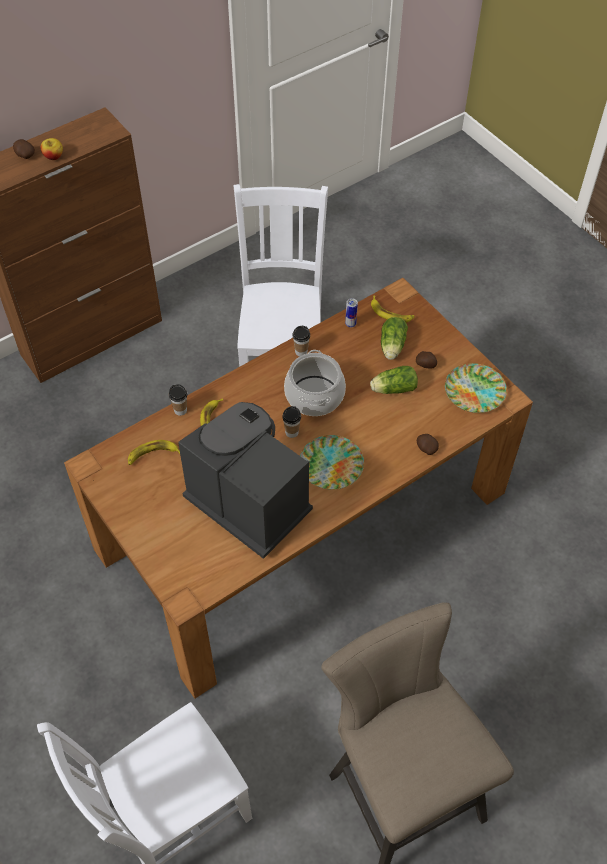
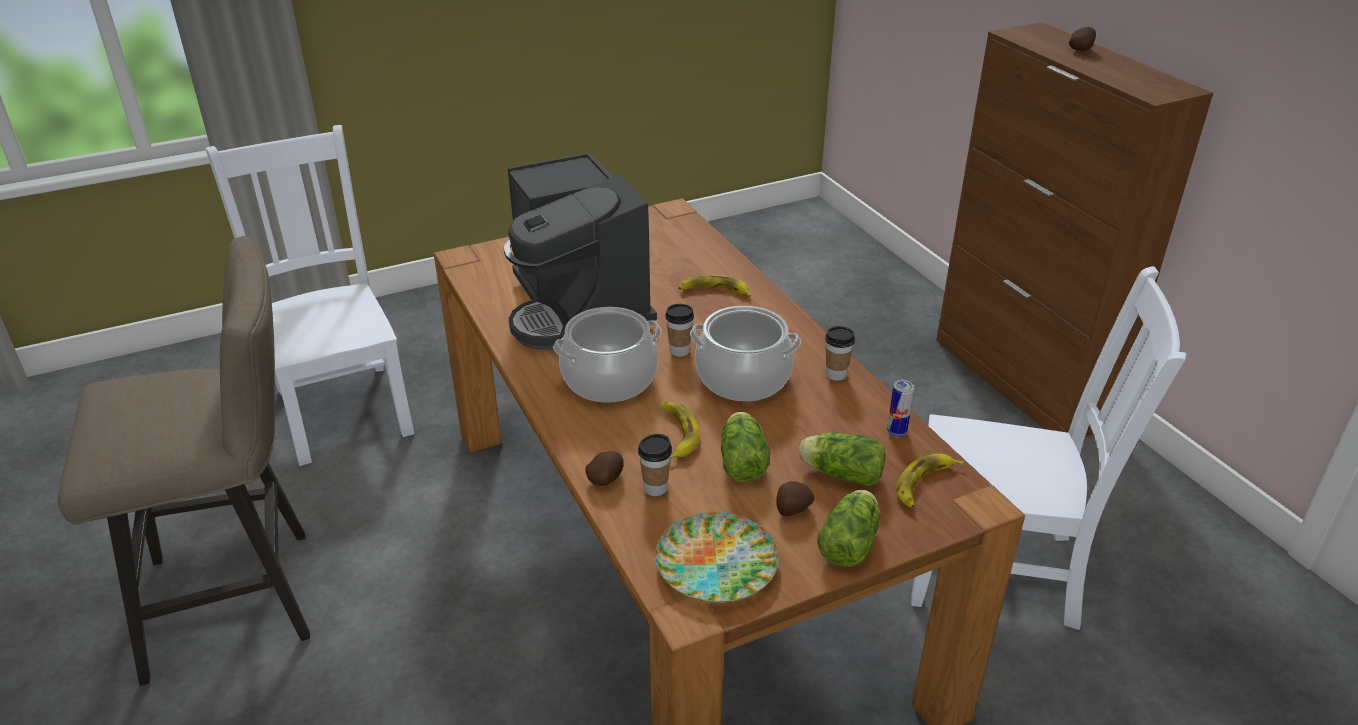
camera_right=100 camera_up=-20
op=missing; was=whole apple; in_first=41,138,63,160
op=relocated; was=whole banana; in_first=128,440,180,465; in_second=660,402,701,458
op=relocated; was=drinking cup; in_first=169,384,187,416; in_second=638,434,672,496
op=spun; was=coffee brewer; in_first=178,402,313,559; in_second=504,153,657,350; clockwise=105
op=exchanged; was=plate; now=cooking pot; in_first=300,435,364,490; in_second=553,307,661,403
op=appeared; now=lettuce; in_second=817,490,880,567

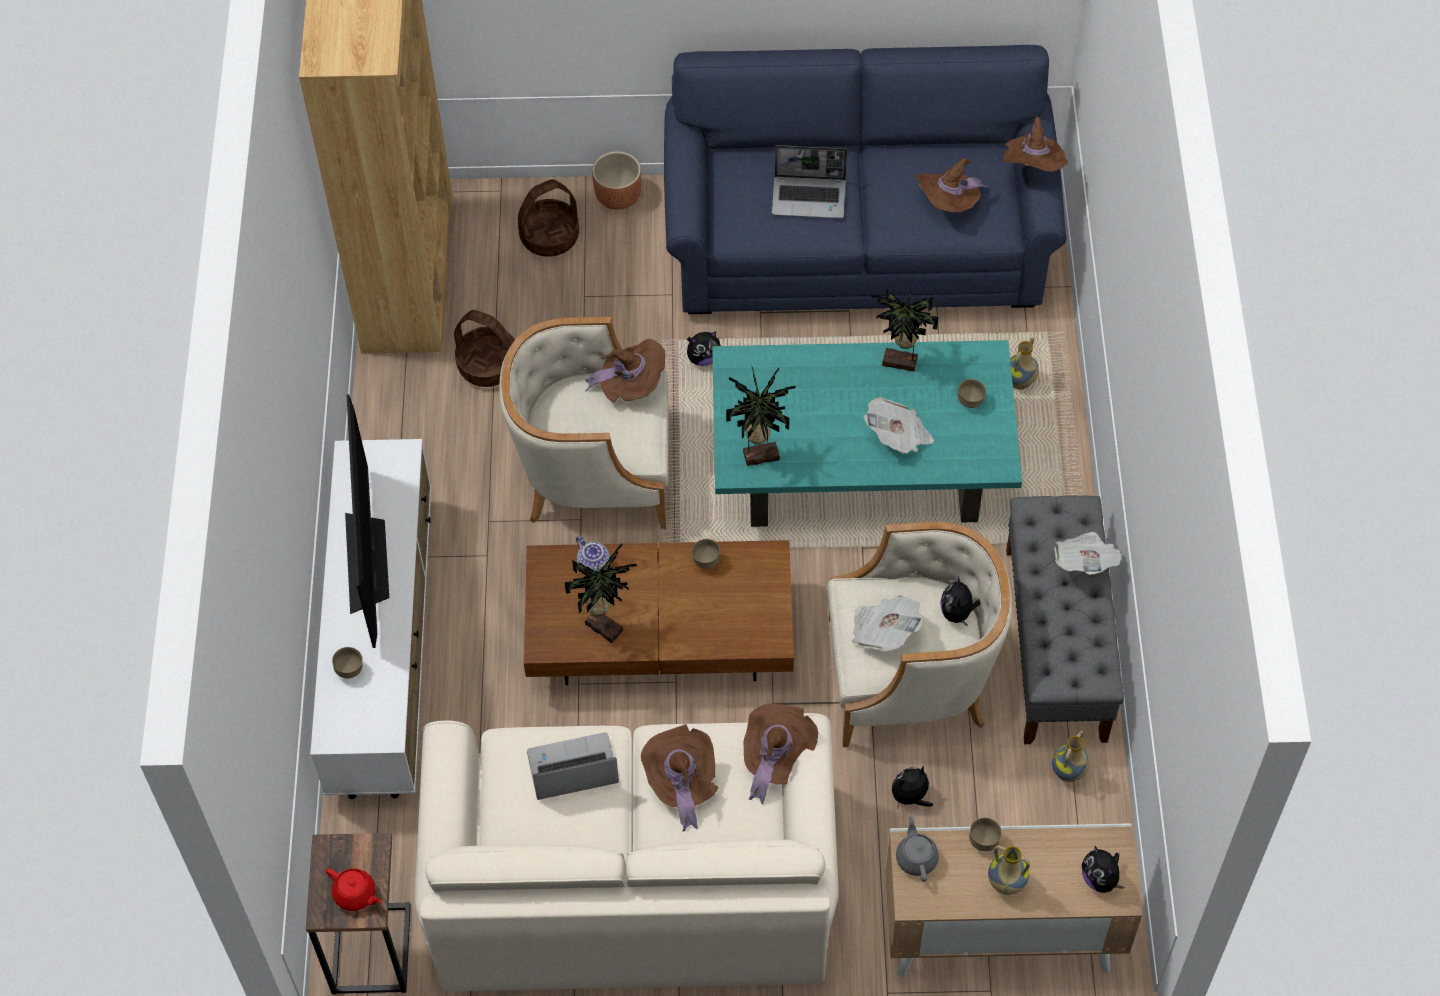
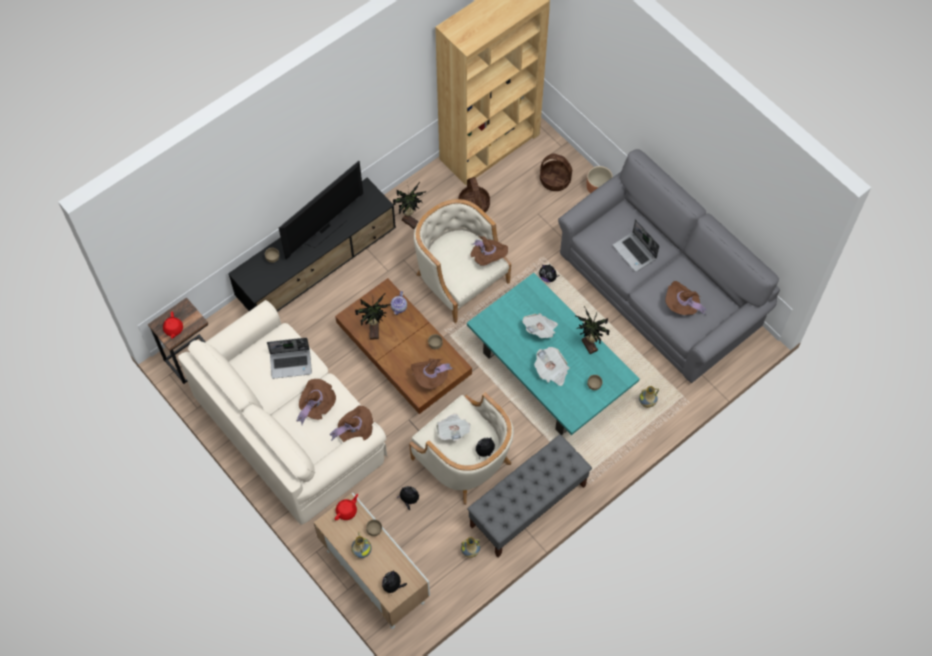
camera_right=50 camera_up=5
op=colour; was=white-coloured tv unit; now=black-coloured tv unit; in_first=310,439,431,799; in_second=228,178,396,312
op=spun; was=portable computer; in_first=527,732,619,800; in_second=267,338,312,379; clockwise=135
op=colour; was=blue couch; now=grey couch; in_first=664,45,1067,314; in_second=558,149,780,383
op=relocated; was=plant in a pot; in_first=726,364,795,466; in_second=393,181,426,229
op=colour; was=grey pot for tea; now=red pot for tea; in_first=896,815,939,882; in_second=334,494,358,520
op=relocated; was=brown clothing hat; in_first=1003,115,1068,172; in_second=411,359,454,389
op=relocated; was=printed paper; in_first=1054,532,1122,575; in_second=523,313,558,338

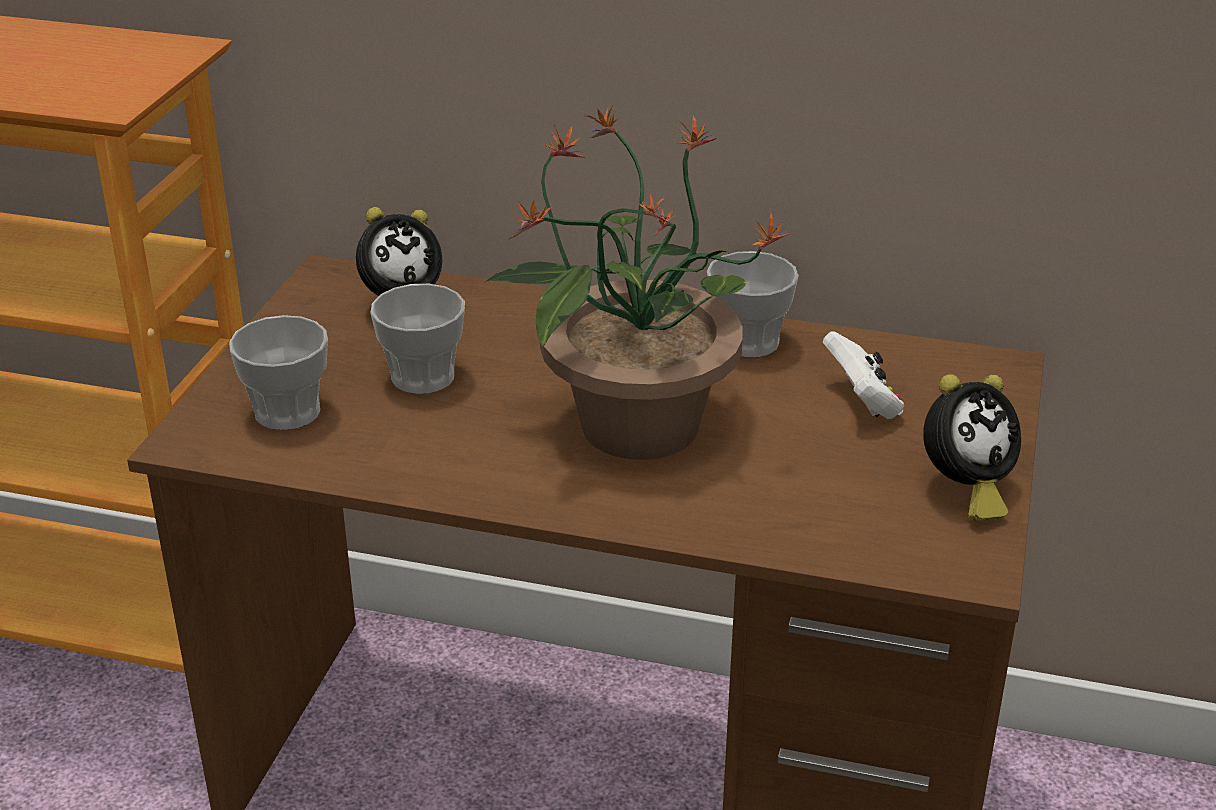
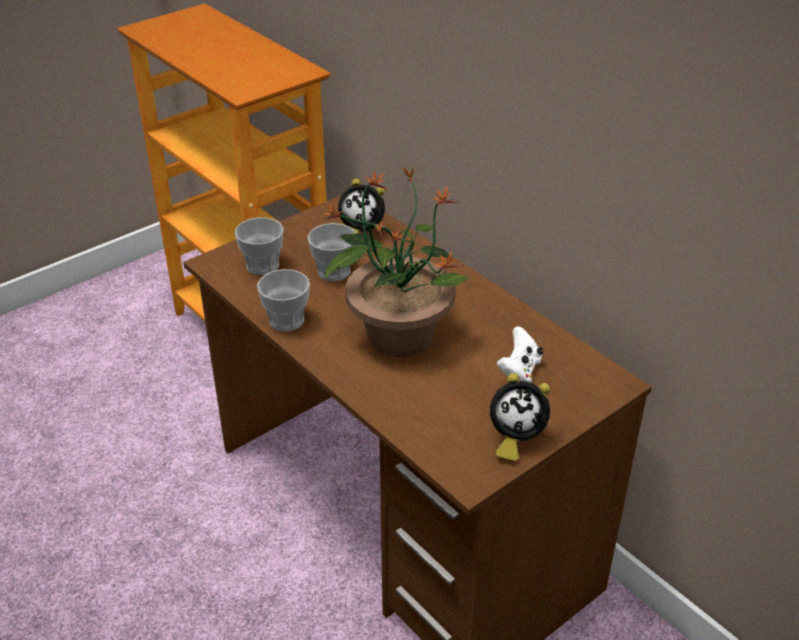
camera_right=35 camera_up=5
op=relocated; was=drinking cup; in_first=707,251,799,358; in_second=257,269,310,332

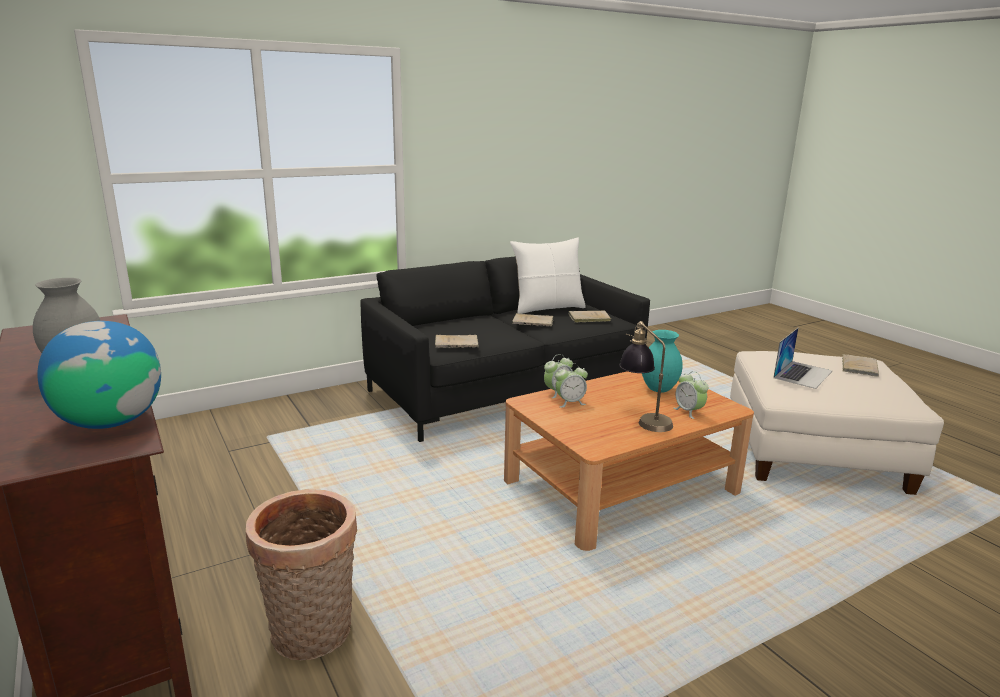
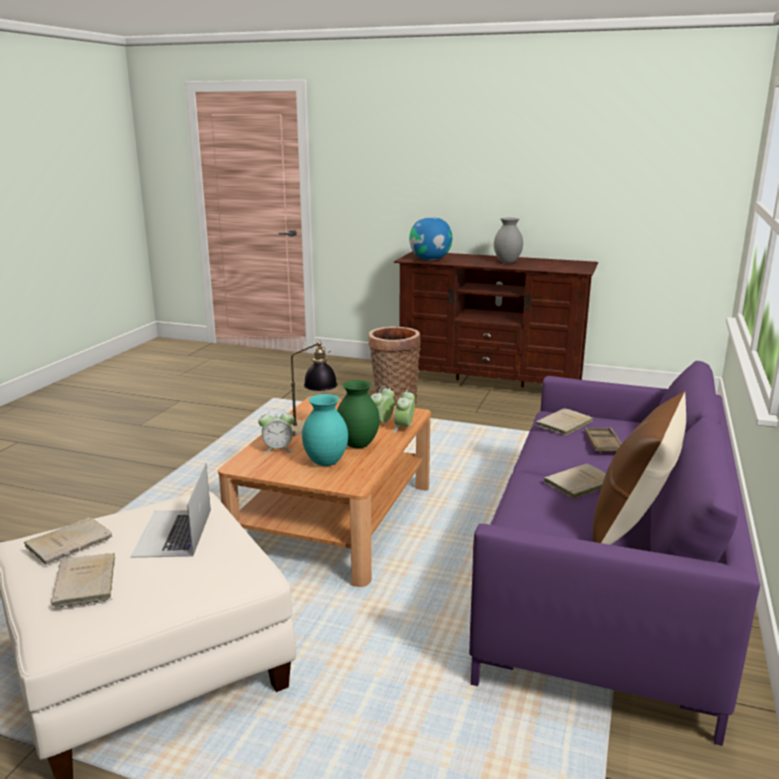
camera_right=140 camera_up=0
op=colour; was=black-coloured couch; now=purplish couch; in_first=360,257,650,442; in_second=469,361,760,746
op=colour; was=white-coloured cushion; now=brown cushion; in_first=510,238,586,314; in_second=593,391,686,545
op=relocated; was=beige-coloured bound book; in_first=569,311,611,323; in_second=24,517,112,565
op=spun; was=alarm clock; in_first=674,371,708,419; in_second=258,408,294,454; clockwise=150
op=appeared; now=green-coloured flower vase; in_second=337,380,380,448
op=appeared; now=brown serving tray; in_second=585,427,622,453

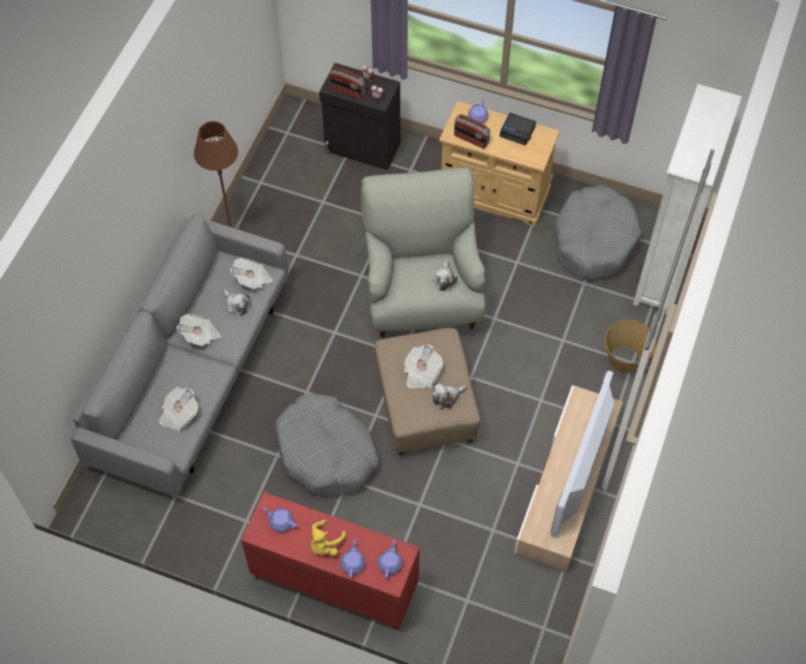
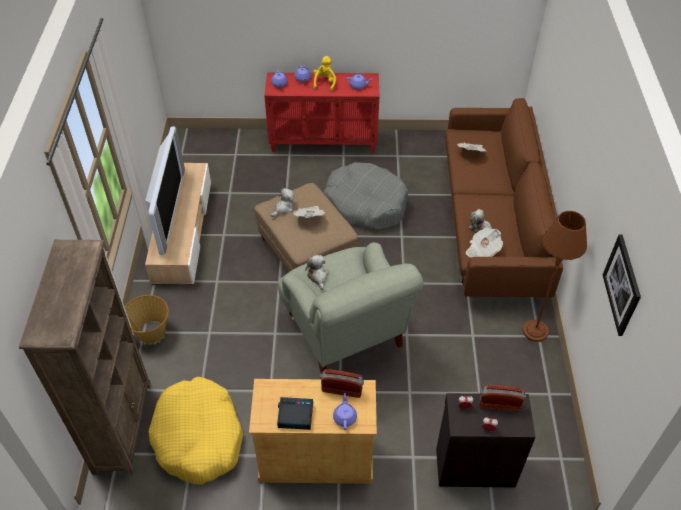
camera_right=160 camera_up=-10
op=colour; was=grey couch; now=brown couch; in_first=70,214,288,497; in_second=445,98,563,297
op=missing; was=printed paper; in_first=176,314,221,346
op=colour; was=grey pet bed; now=yellow-coloured pet bed; in_first=554,184,641,281; in_second=148,377,243,485
op=colour; was=white-coloured bookshelf; now=brown bookshelf; in_first=633,84,742,315; in_second=19,240,151,475
op=appeared; now=wall picture; in_second=603,234,641,336

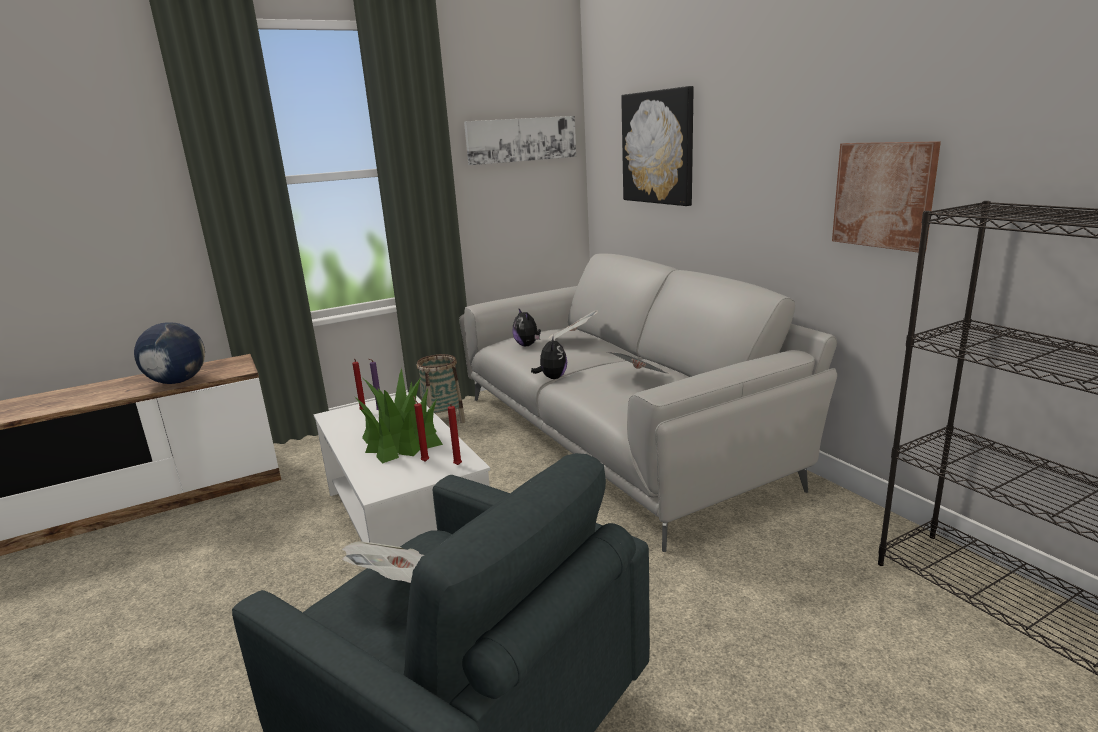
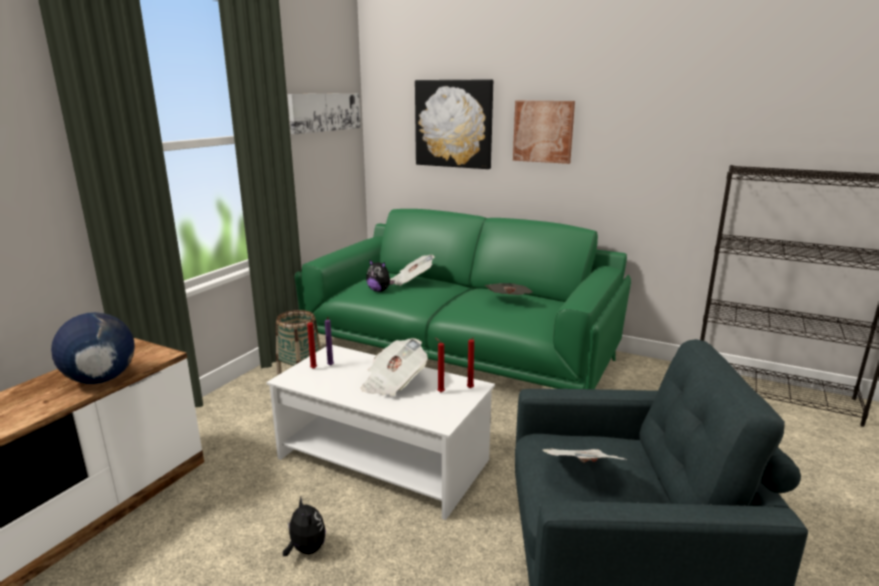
camera_right=-35 camera_up=0
op=exchanged; was=plant in a pot; now=printed paper; in_first=354,368,443,463; in_second=361,338,428,396
op=colour; was=grey couch; now=green-coloured couch; in_first=459,254,837,552; in_second=295,209,631,389
op=relocated; was=plush toy; in_first=531,335,567,379; in_second=283,497,326,556
op=relocated; was=wall picture; in_first=832,141,941,253; in_second=513,101,575,164

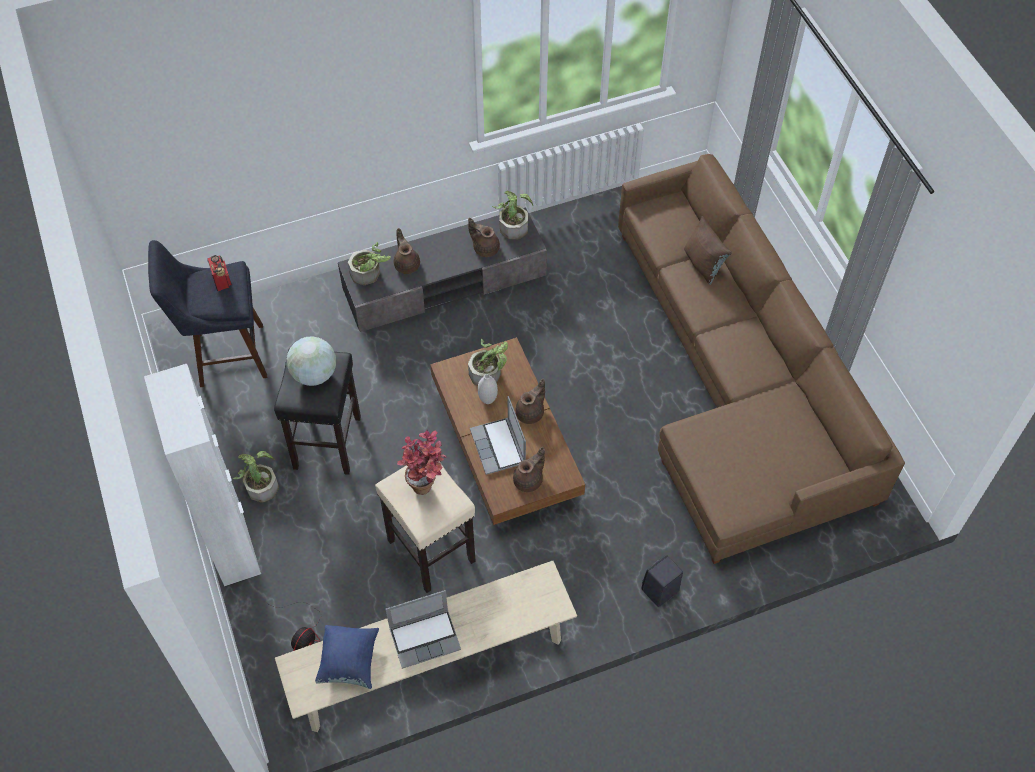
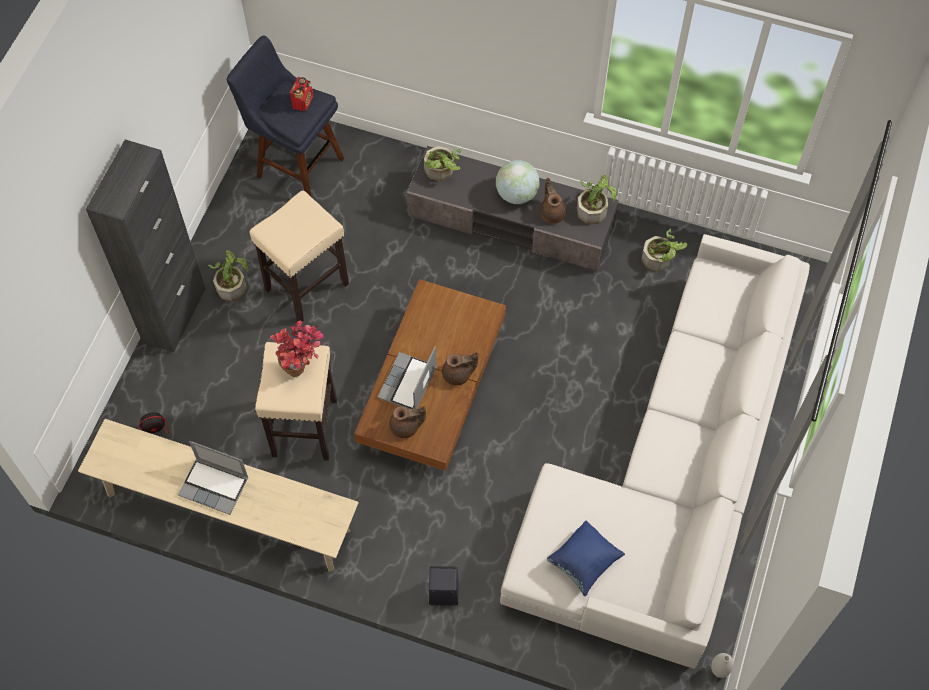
camera_right=40 camera_up=5
op=colour; was=white-coloured cupboard; now=black-coloured cupboard; in_first=144,364,261,586; in_second=86,140,206,352
op=colour; was=black-coloured stool; now=beige-coloured stool; in_first=274,348,361,475; in_second=250,191,349,322
op=relocated; was=world globe; in_first=286,336,336,386; in_second=496,160,539,204
op=relocated; was=blue cushion; in_first=315,625,379,689; in_second=547,521,625,596
op=missing; was=brown pot for tea; in_first=394,228,420,274
op=relocated; was=plant in a pot; in_first=468,338,508,386; in_second=641,228,687,272
op=relocated; was=white-coloured flower vase; in_first=478,374,498,404; in_second=711,653,734,678
op=colour; was=brown couch; now=white-coloured couch; in_first=618,154,905,564; in_second=500,234,810,669
op=missing; was=brown cushion; in_first=684,216,732,285

